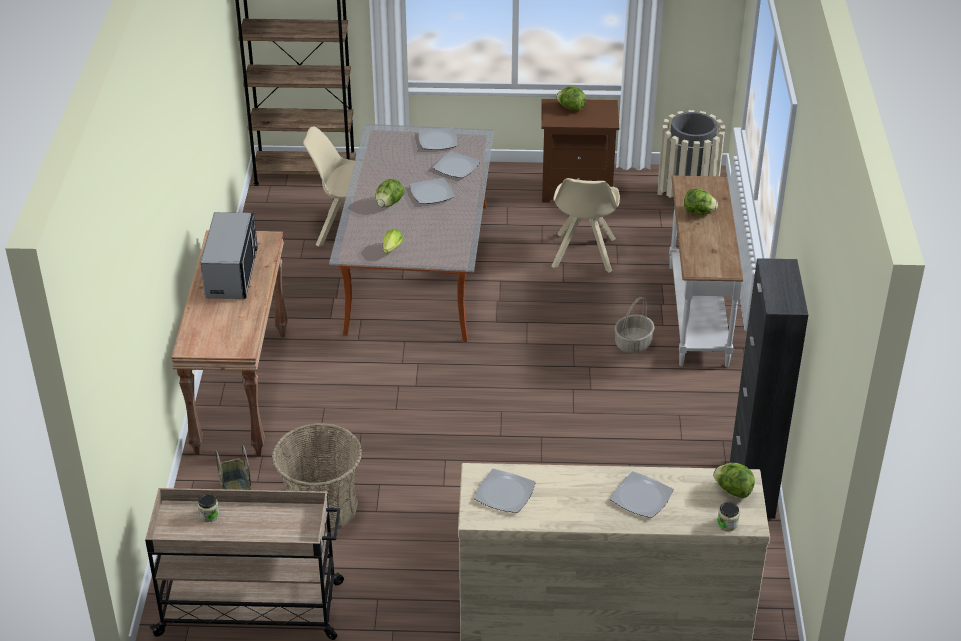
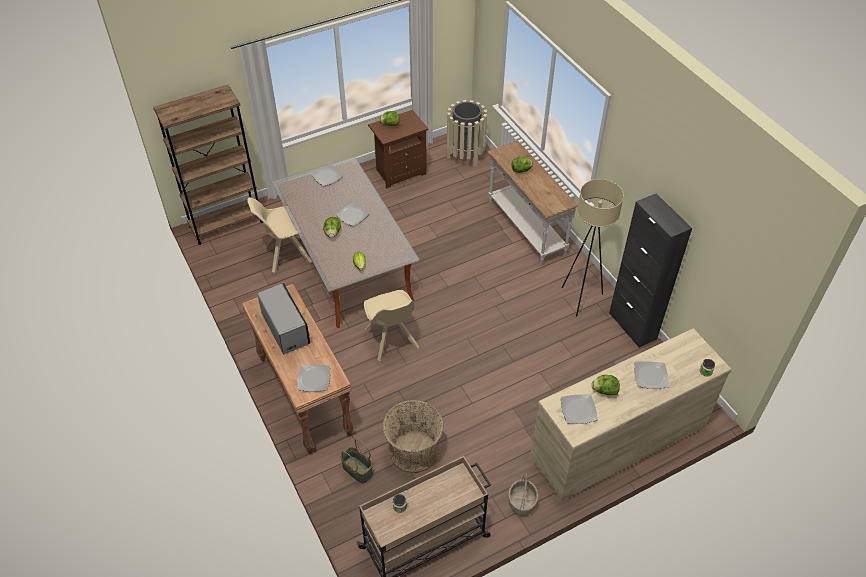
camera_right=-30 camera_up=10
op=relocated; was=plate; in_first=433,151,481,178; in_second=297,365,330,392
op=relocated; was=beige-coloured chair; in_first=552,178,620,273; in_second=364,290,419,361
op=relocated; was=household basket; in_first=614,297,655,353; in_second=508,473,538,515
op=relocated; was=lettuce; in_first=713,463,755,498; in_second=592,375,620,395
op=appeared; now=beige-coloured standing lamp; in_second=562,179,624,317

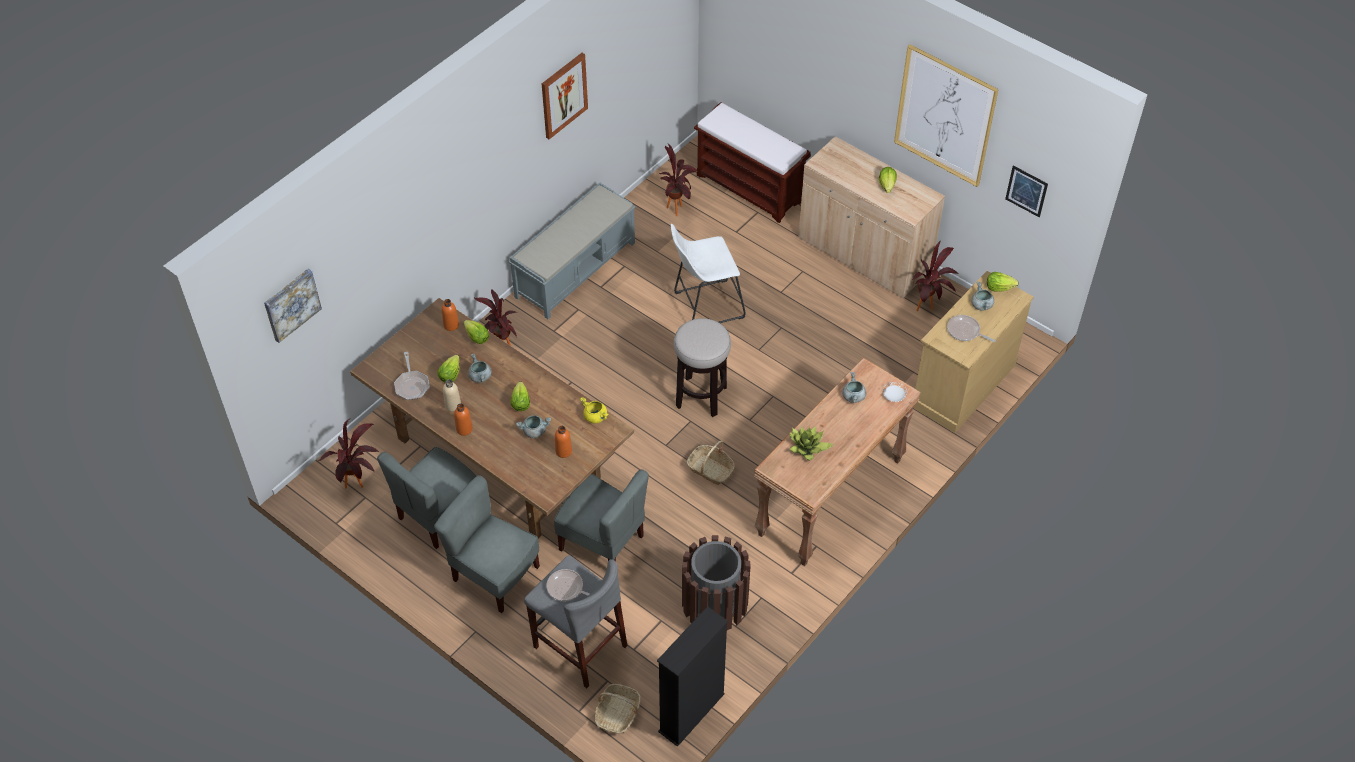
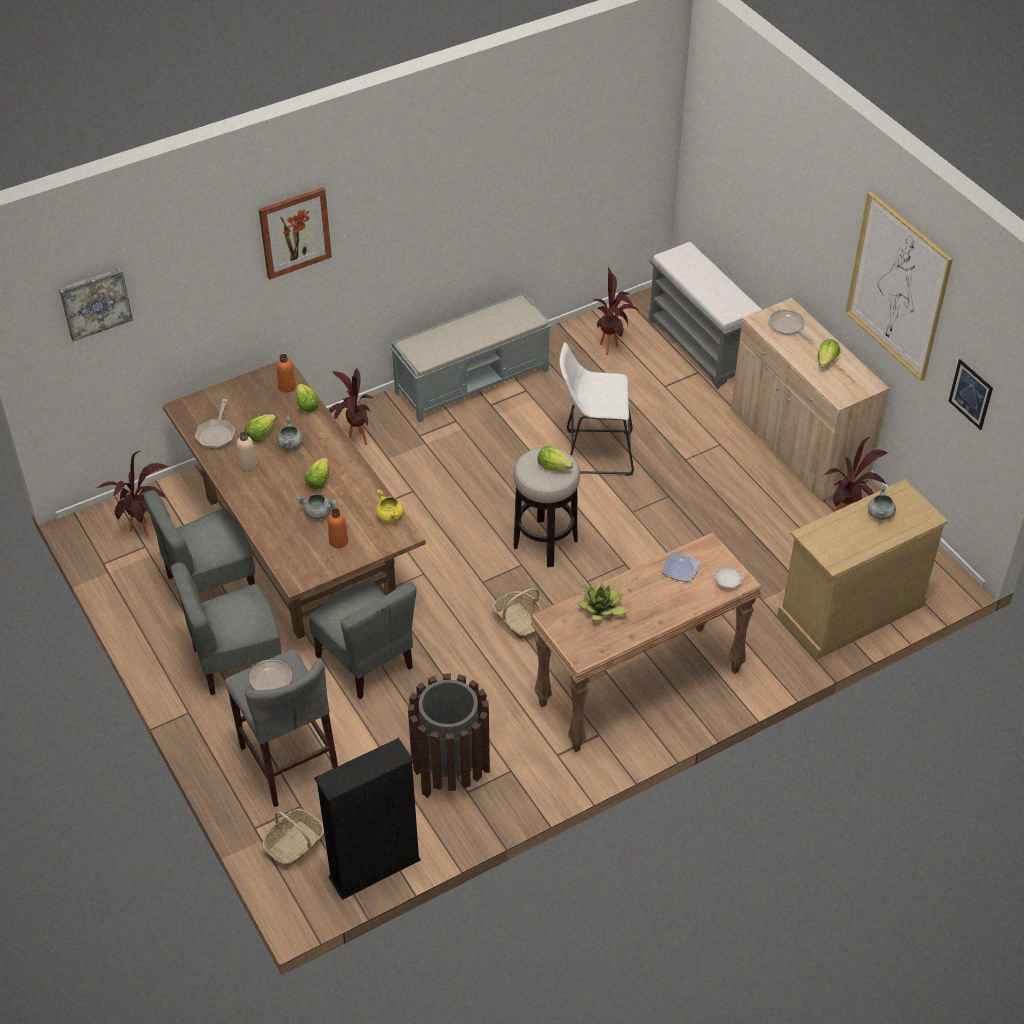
camera_right=20 camera_up=-5
op=spun; was=grey chair; in_first=434,475,540,613; in_second=171,562,281,695; clockwise=-75
op=missing; was=orangey bottle; in_first=454,403,473,436
op=relocated; was=wall picture; in_first=542,53,588,139; in_second=259,187,332,280
op=colour; was=brown indoor bench; now=grey indoor bench; in_first=694,102,811,223; in_second=649,242,762,389
op=exchanged; was=grey cooking pot; now=plate; in_first=842,372,866,403; in_second=662,552,700,582
op=relocated; was=frying pan; in_first=947,315,995,342; in_second=769,310,814,341
op=relocated; was=lettuce; in_first=987,272,1019,292; in_second=537,446,573,471

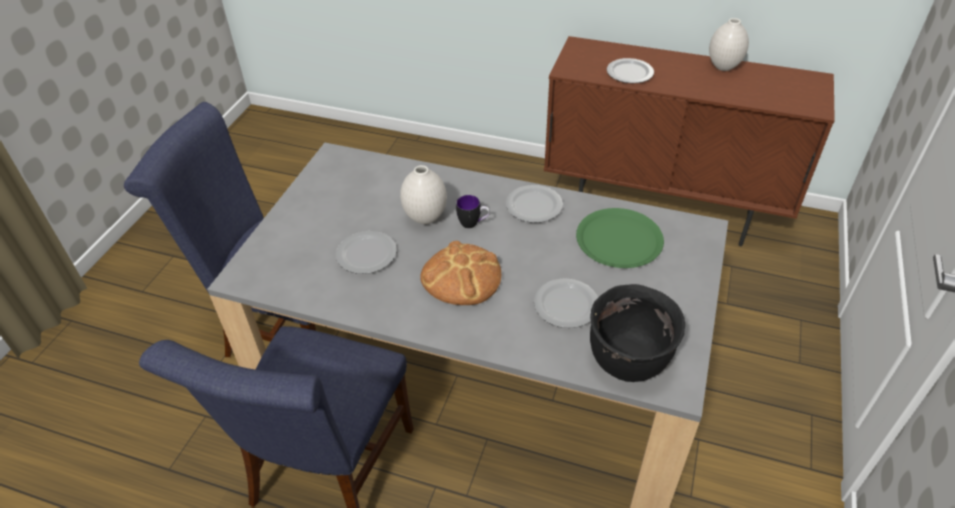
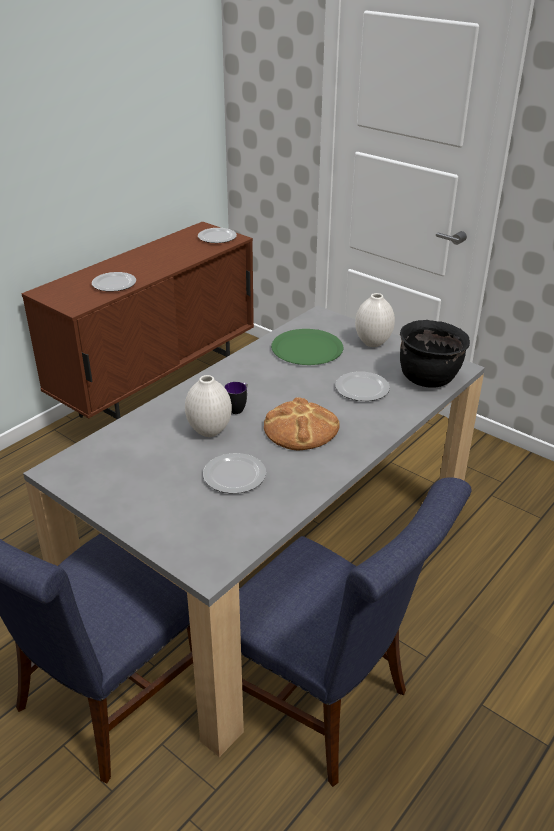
camera_right=-70 camera_up=-10
op=relocated; was=plate; in_first=506,185,563,223; in_second=198,228,237,243
op=relocated; was=white-coloured flower vase; in_first=709,18,749,71; in_second=355,293,395,347

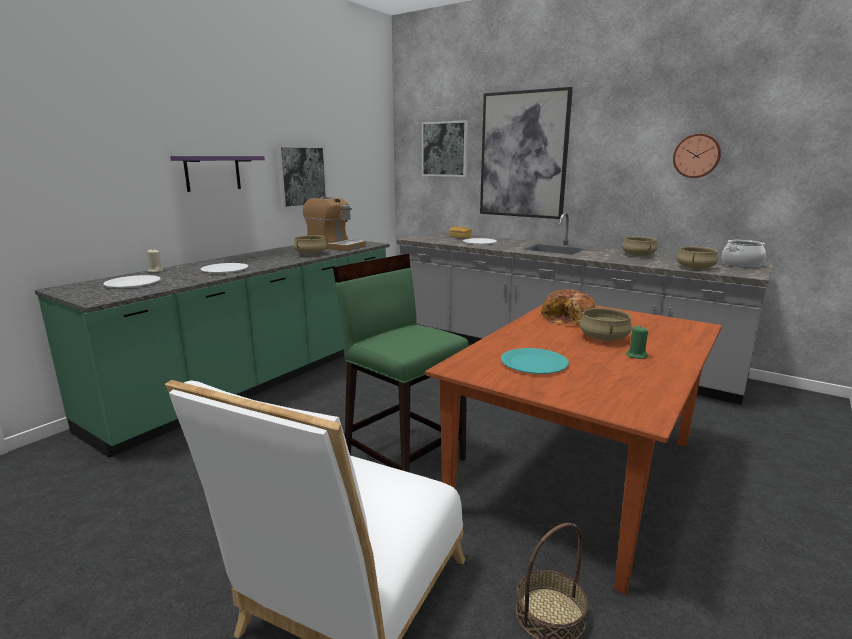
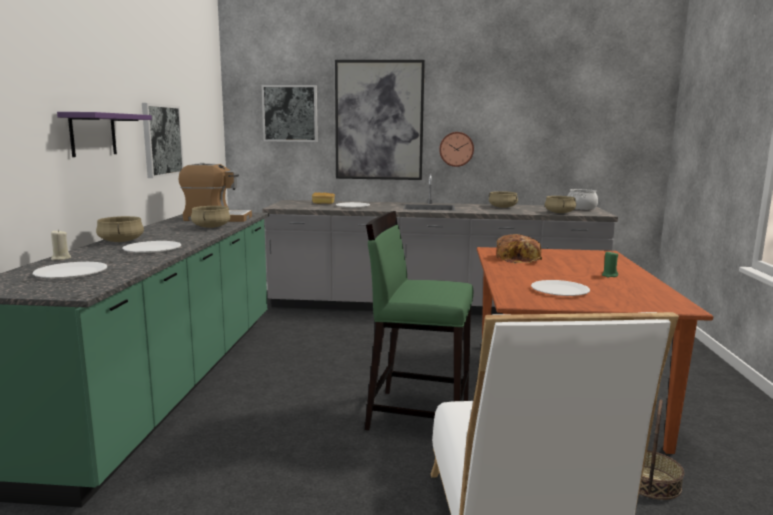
camera_right=-30 camera_up=-5
op=colour; was=turquoise-coloured plate; now=white-coloured plate; in_first=501,348,569,374; in_second=531,280,590,296
op=relocated; was=beige-coloured cooking pot; in_first=579,308,632,341; in_second=96,216,144,242
op=relocated; was=hanging clock; in_first=673,134,721,178; in_second=439,132,474,167

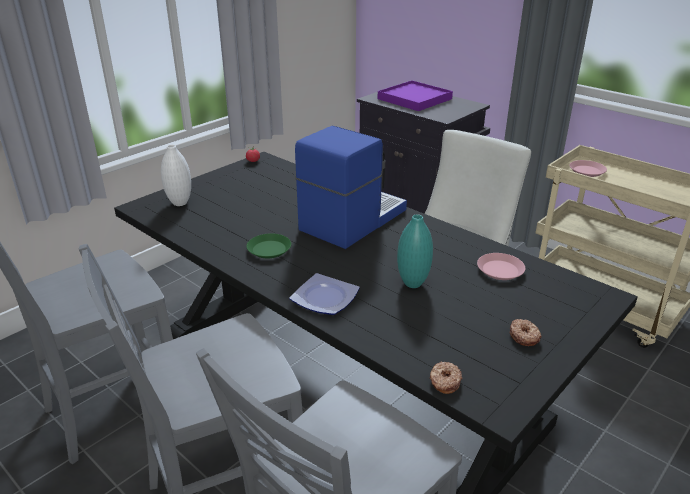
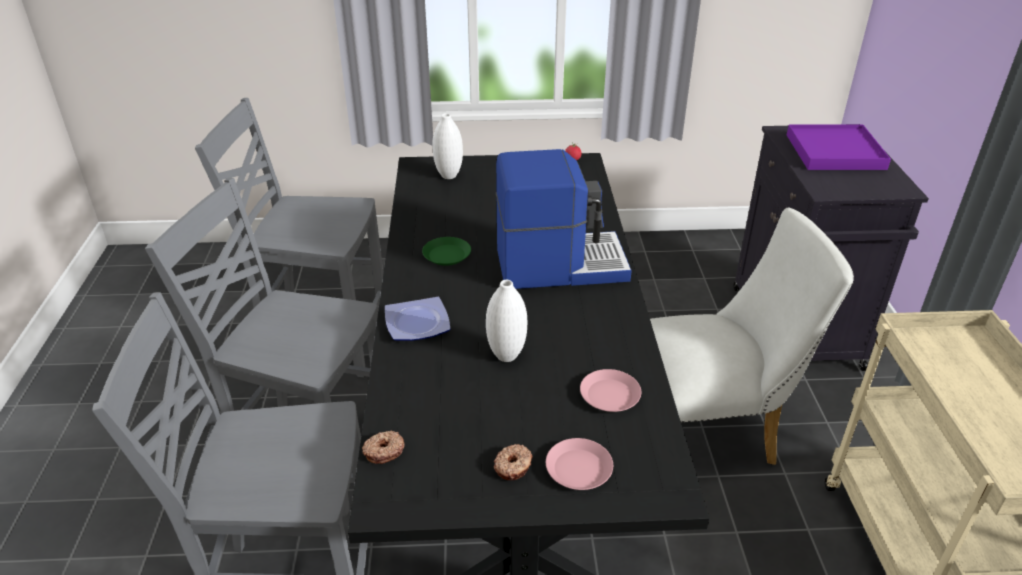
camera_right=45 camera_up=5
op=colour; was=turquoise-coloured flower vase; now=white-coloured flower vase; in_first=397,214,433,288; in_second=486,280,527,362
op=relocated; was=pink-coloured plate; in_first=569,160,607,177; in_second=546,438,613,490

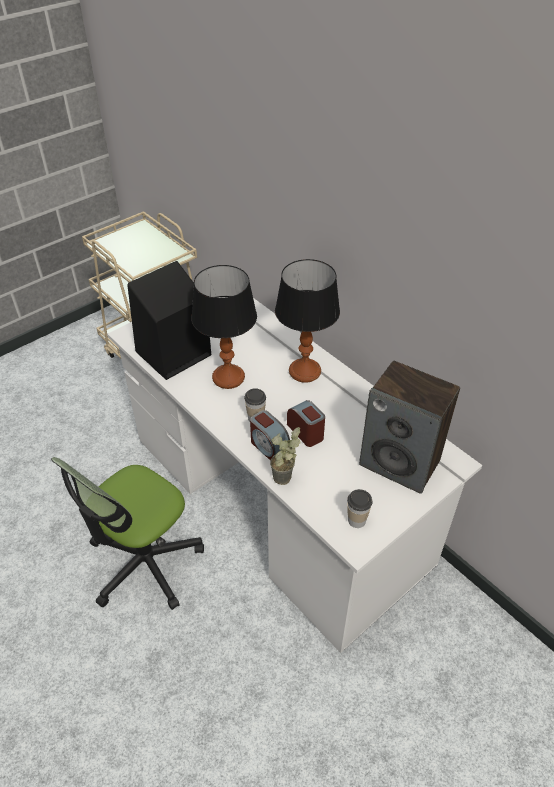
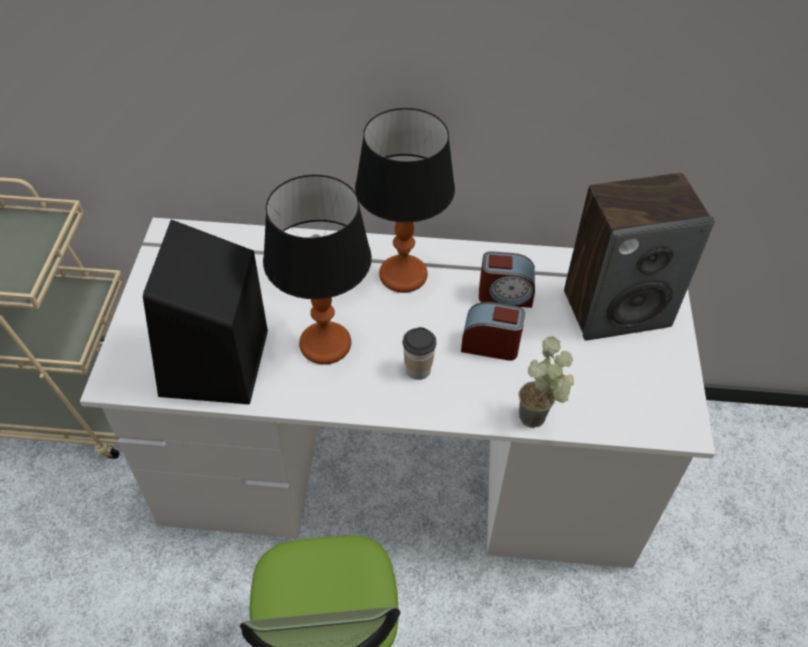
camera_right=-45 camera_up=5
op=relocated; was=alarm clock; in_first=250,410,290,460; in_second=479,251,535,308
op=missing; was=drinking cup; in_first=347,489,373,528

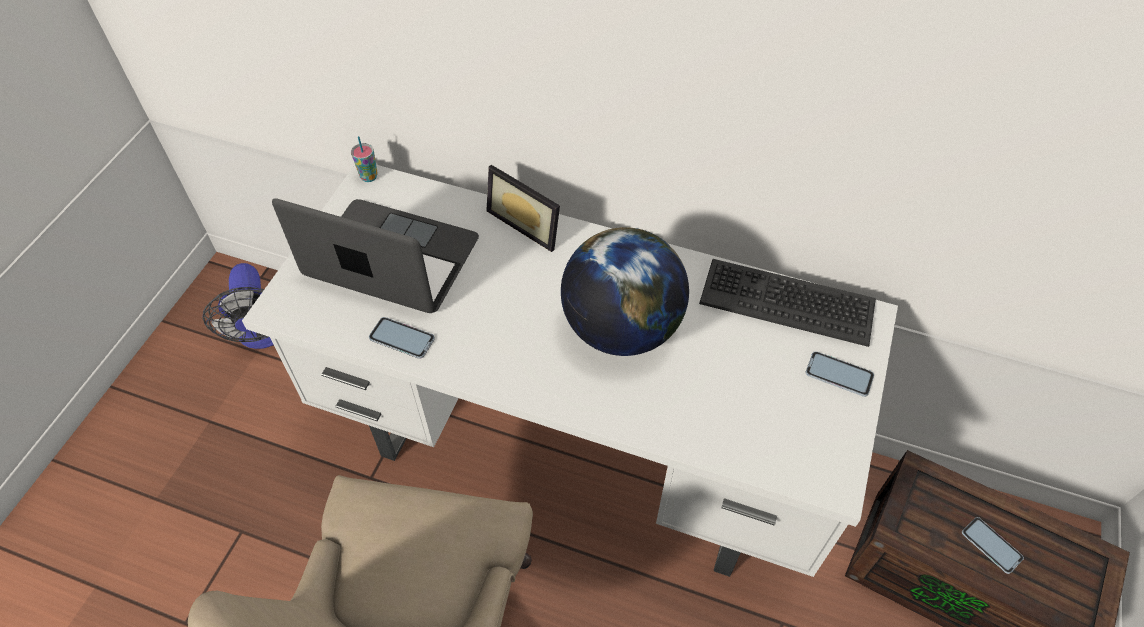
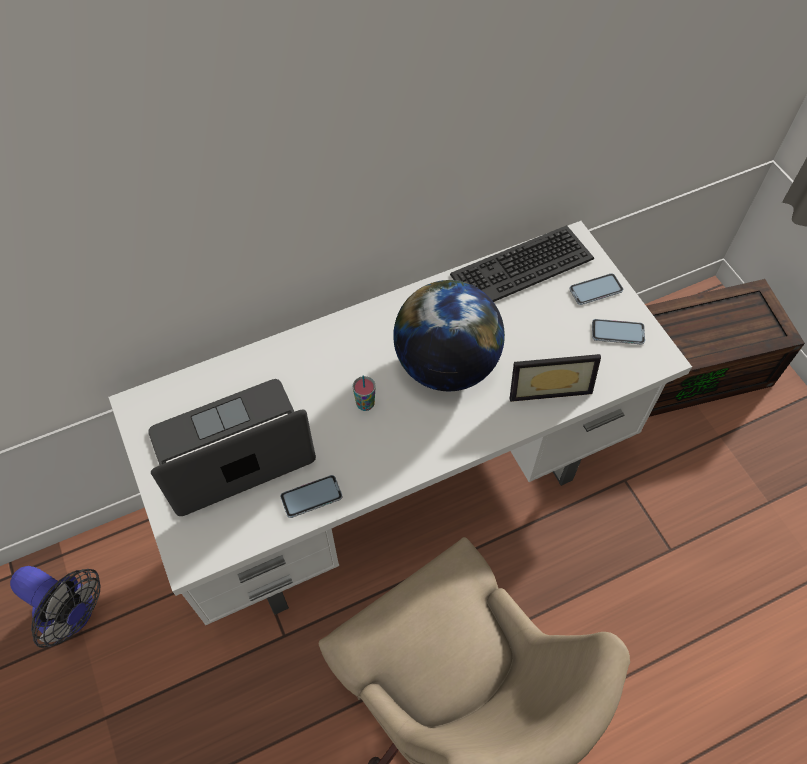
camera_right=-45 camera_up=5
op=relocated; was=drinking cup; in_first=351,136,378,182; in_second=353,375,376,411
op=relocated; was=picture frame; in_first=486,165,560,252; in_second=509,354,601,402
op=relocated; was=handset; in_first=962,517,1024,574; in_second=592,319,645,345

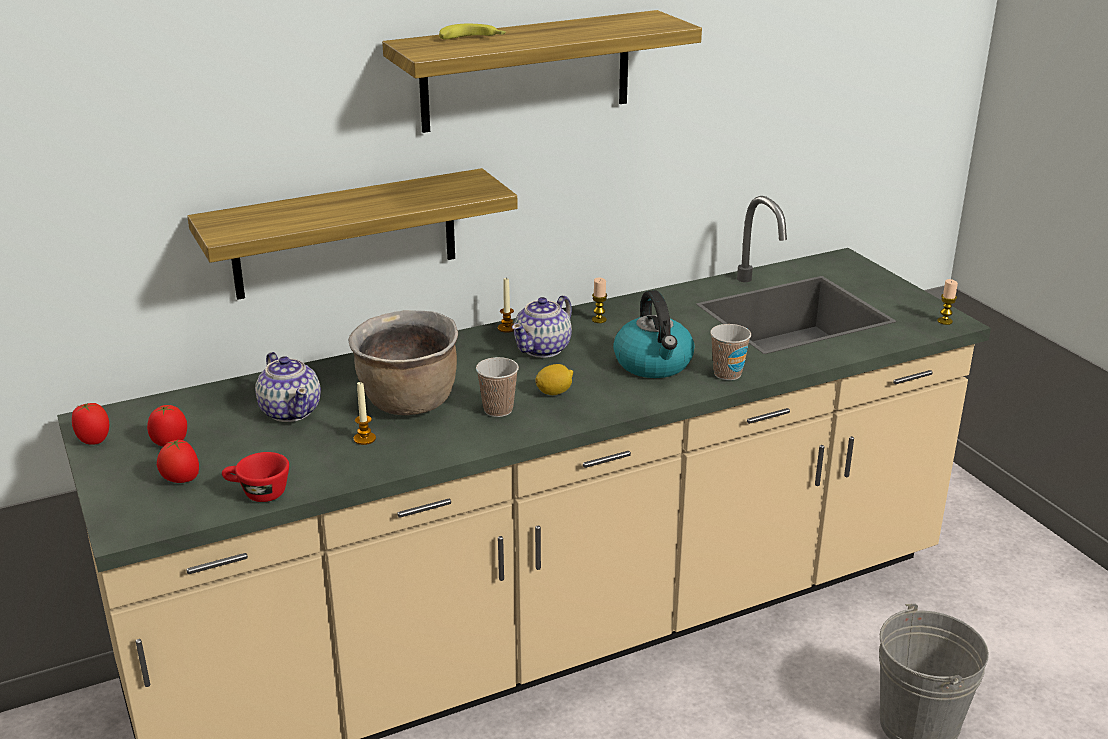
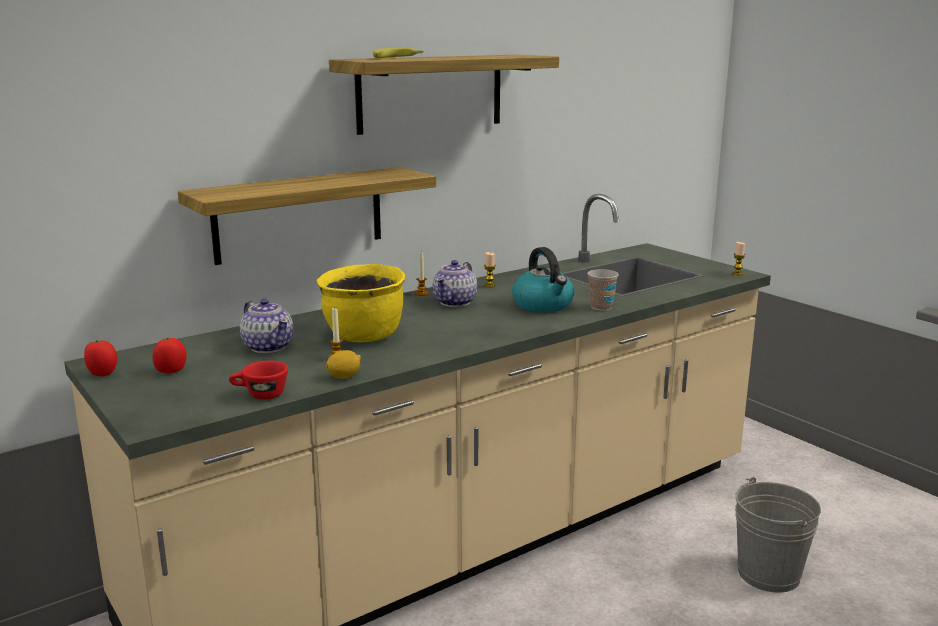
camera_right=-10 camera_up=-10
op=missing; was=whole tomato; in_first=157,439,199,483
op=colour; was=brown cooking pot; now=yellow-coloured cooking pot; in_first=349,310,458,415; in_second=317,264,405,342
op=missing; was=drinking cup; in_first=476,357,519,417
op=relocated; was=citrus fruit; in_first=535,364,573,395; in_second=326,350,361,379

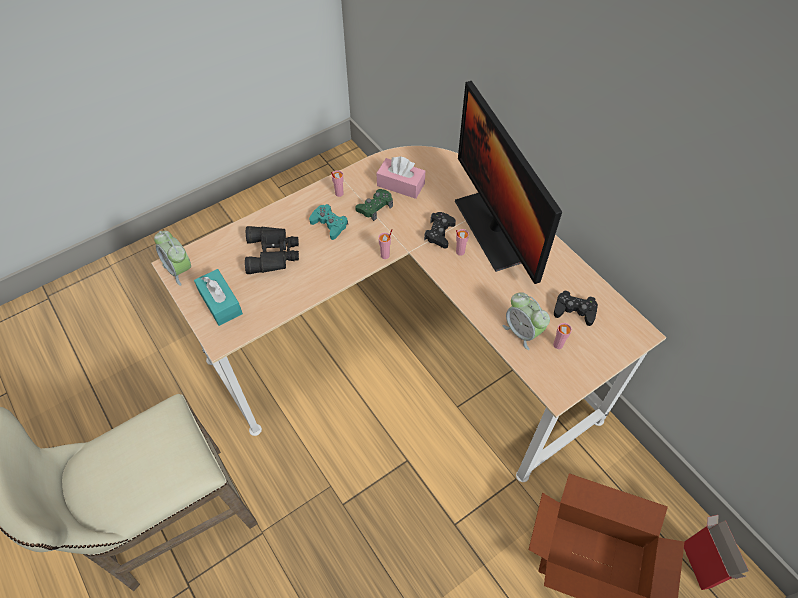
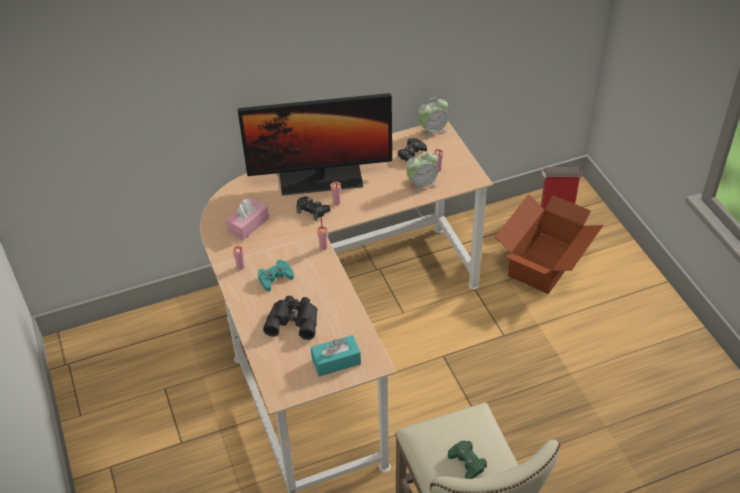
camera_right=-75 camera_up=-10
op=relocated; was=alarm clock; in_first=154,231,191,286; in_second=418,97,448,139
op=relocated; was=green-coloured gamepad; in_first=355,189,393,221; in_second=448,441,487,479

